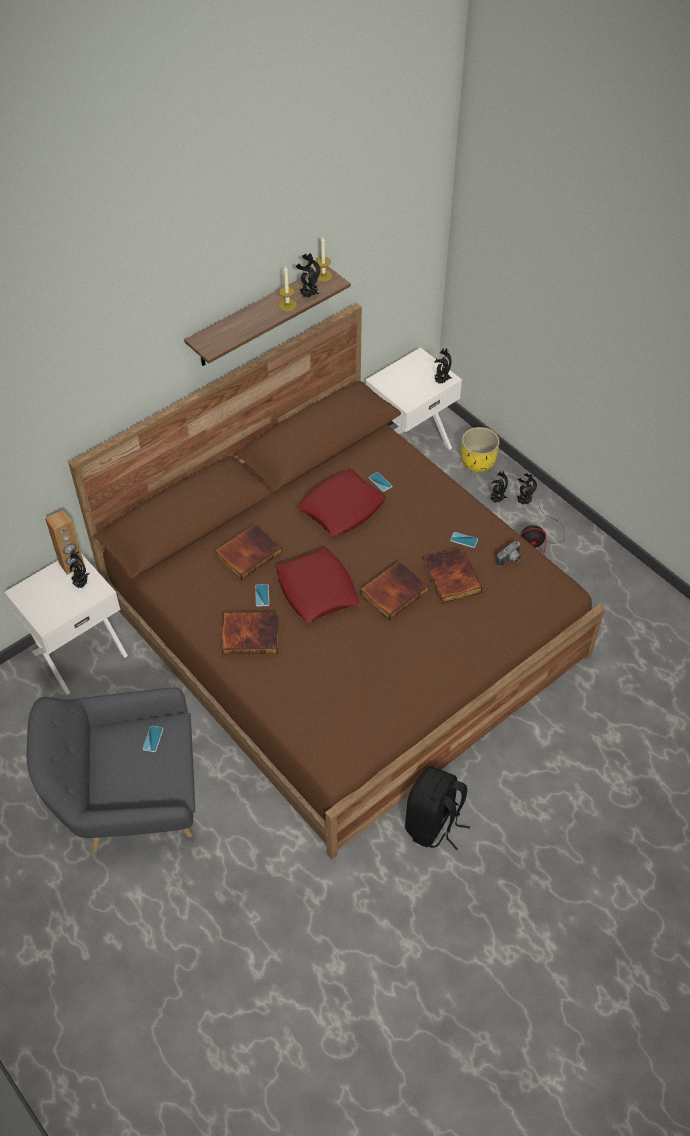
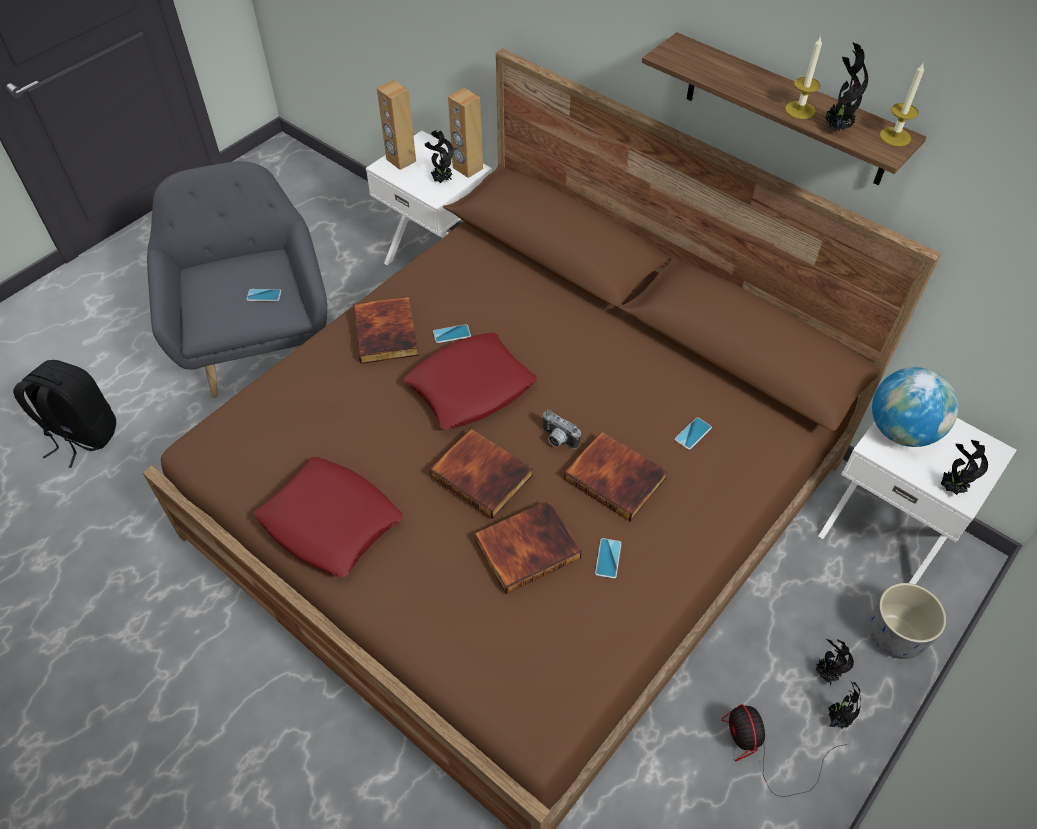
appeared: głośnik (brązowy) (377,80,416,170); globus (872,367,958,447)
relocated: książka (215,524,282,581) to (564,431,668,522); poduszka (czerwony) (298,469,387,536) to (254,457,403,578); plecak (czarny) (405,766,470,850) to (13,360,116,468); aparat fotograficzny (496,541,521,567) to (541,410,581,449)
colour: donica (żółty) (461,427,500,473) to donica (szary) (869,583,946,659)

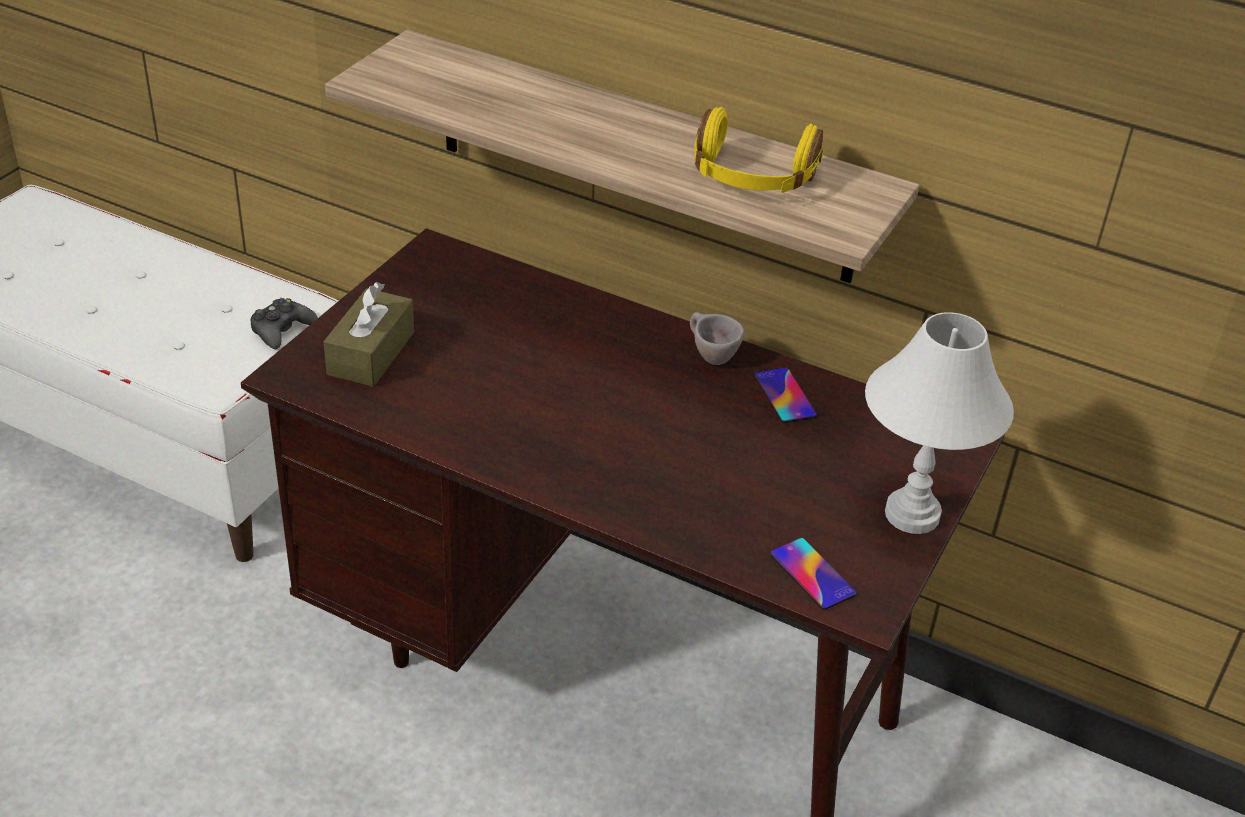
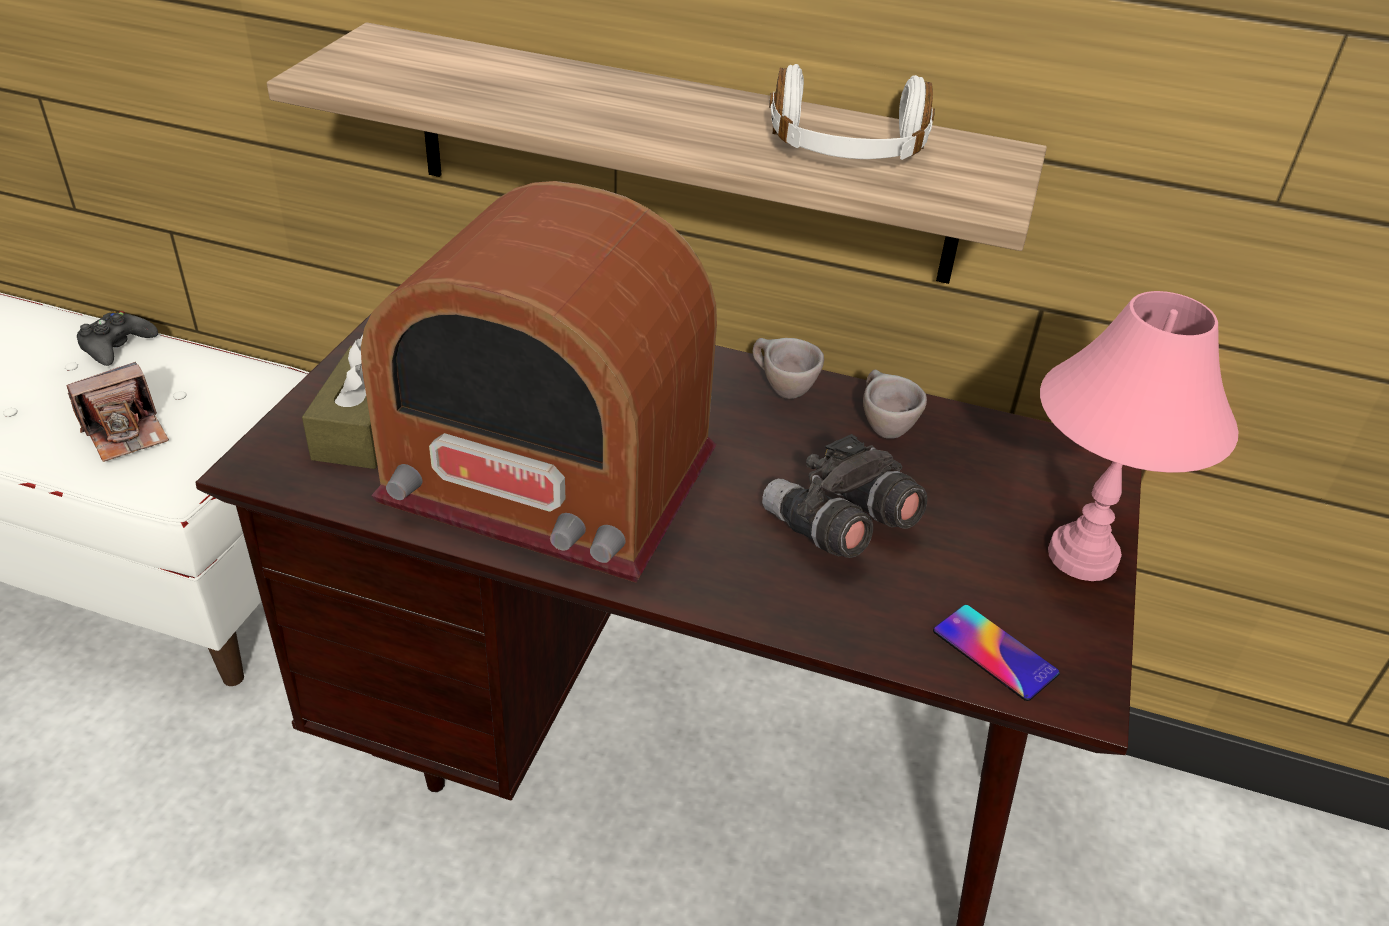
appeared: aparat fotograficzny (66,362,169,462); radio (361,181,717,583); lornetka (szary) (762,434,927,558)
relocated: pad do gier (czarny) (250,298,318,349) to (77,311,158,366)
exchanged: telefon (754,368,817,423) to filiżanka (beżowy) (863,369,927,439)
colour: słuchawki (żółty) (694,107,823,193) to słuchawki (biały) (769,64,935,160); lampa stołowa (biały) (865,312,1014,534) to lampa stołowa (różowy) (1040,291,1238,581)

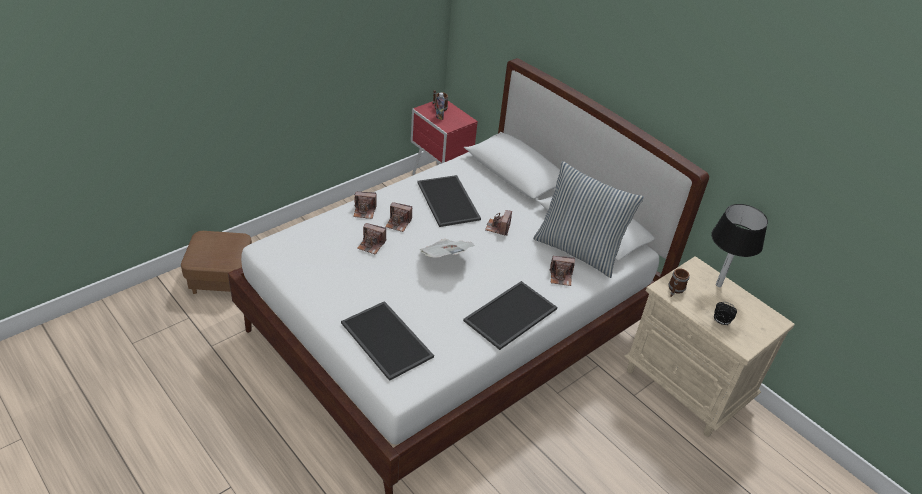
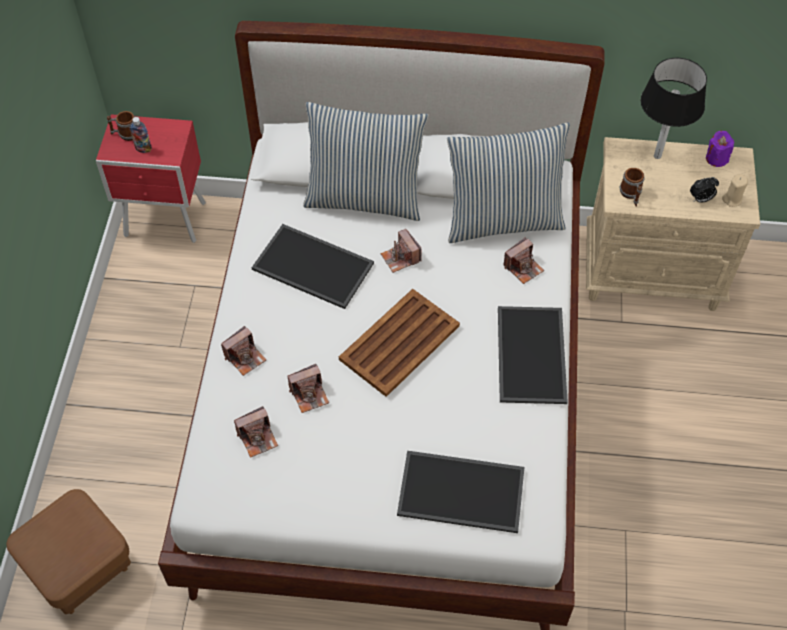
appeared: poduszka (303,102,428,221); świeca (fioletowy) (706,131,734,167); świeca (beżowy) (722,174,748,207)
relocated: aparat fotograficzny (385,202,412,232) to (234,406,278,458)
exchanged: gazeta (419,239,475,258) to taca (brązowy) (339,289,460,397)

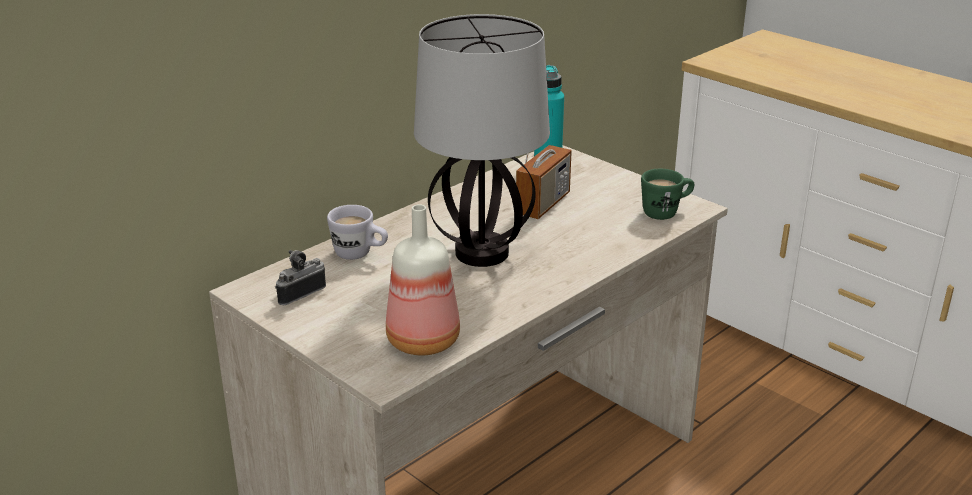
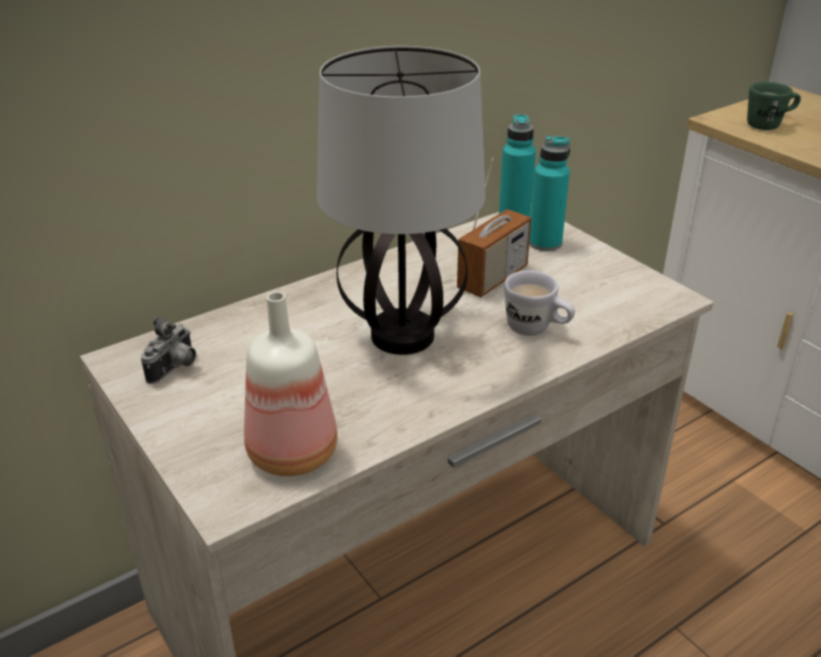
appeared: butelka (turkusowy) (529,136,570,251)
relocated: kubek (biały) (327,205,388,260) to (504,270,575,336); kubek (zielony) (641,169,694,220) to (747,82,801,130)
spun: aparat fotograficzny (275,250,326,305) = (141,317,196,384) 150 degrees clockwise

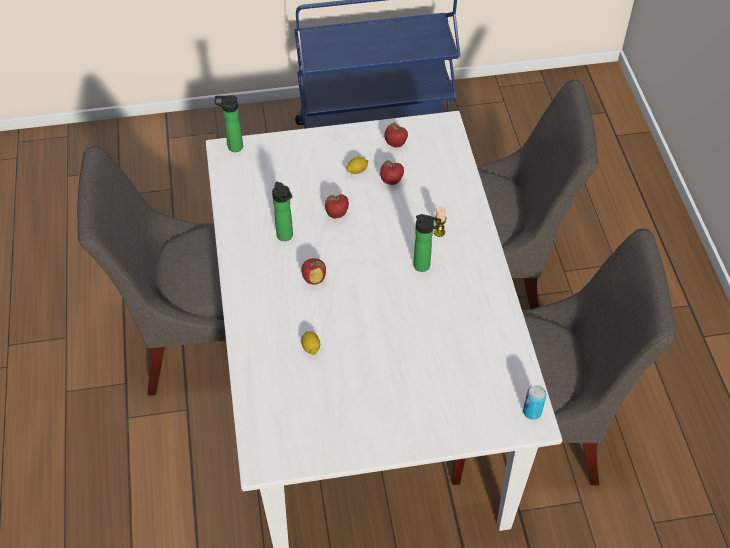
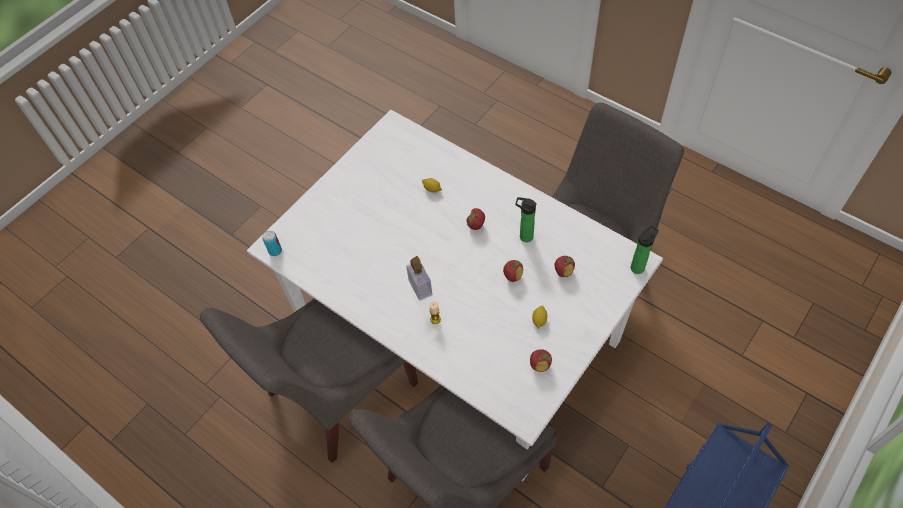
relocated: jabłko (380,160,404,185) to (554,256,575,277)
exchanged: butelka (413,214,441,272) to dozownik mydła (406,256,432,300)

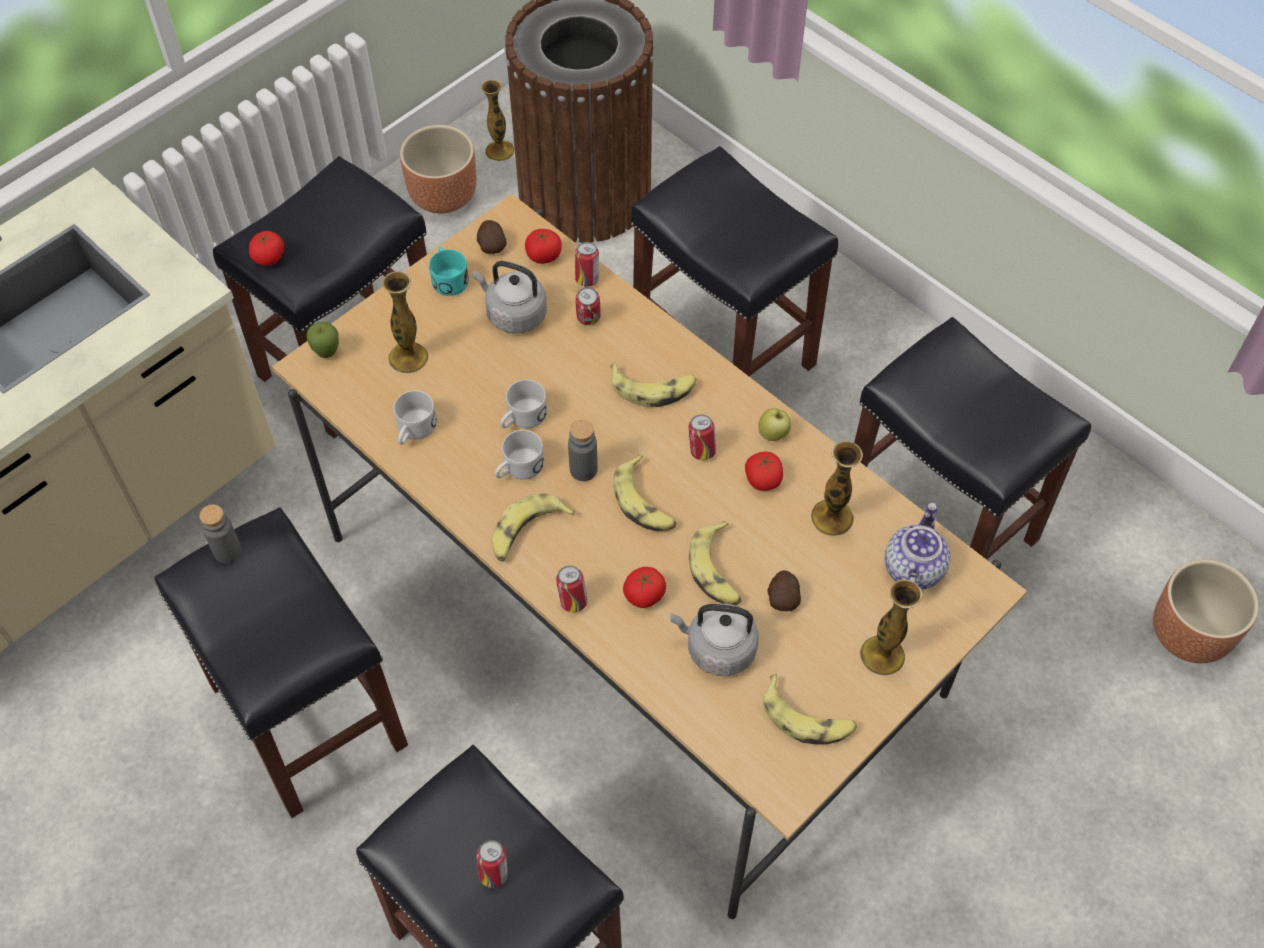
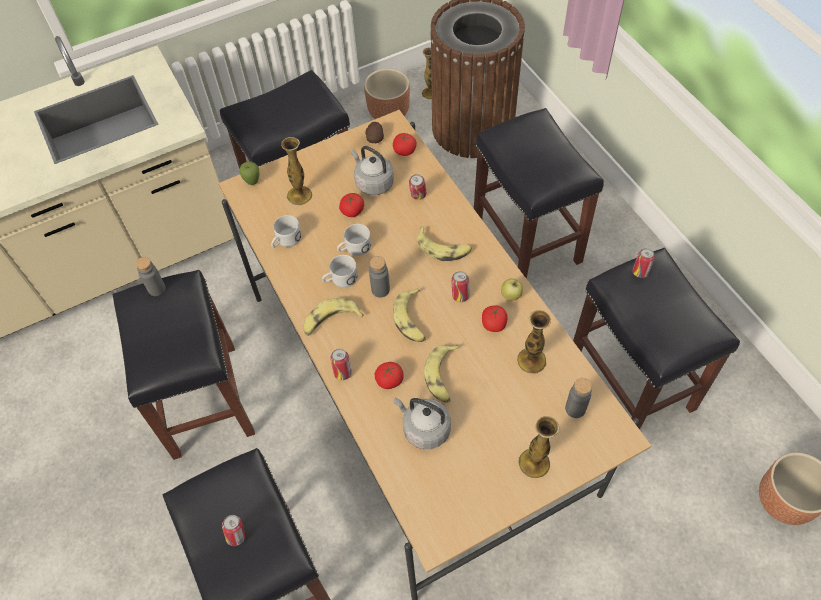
missing: kubek (turkusowy) (429,246,469,296); banan (763,674,857,745); ziemniak (768,570,801,611)
relocated: pomidor (249,231,284,266) to (339,193,364,217); puszka (575,242,599,287) to (632,248,655,278)
exchanged: imbryk (885,502,950,590) to butelka (szary) (565,378,592,418)

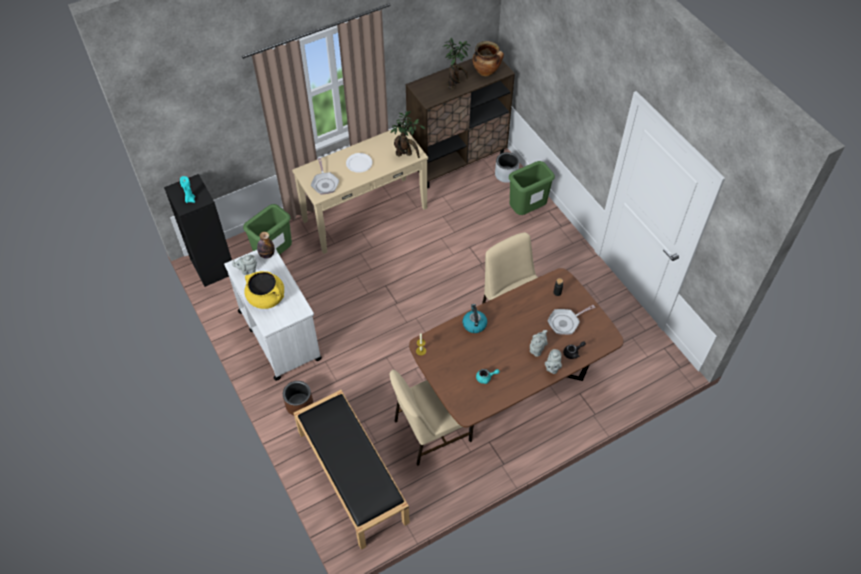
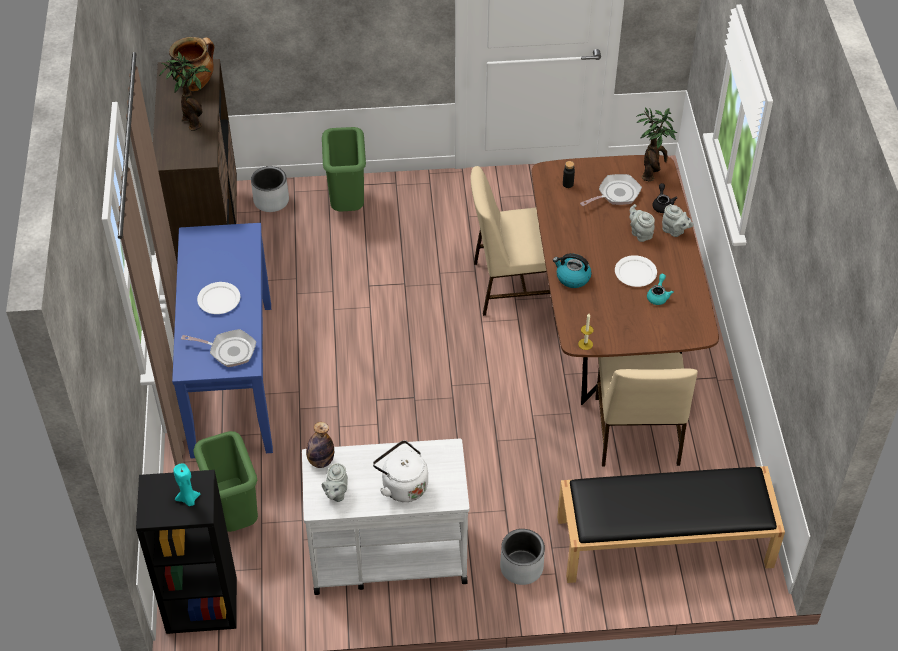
appeared: talerz (biały) (615,255,657,287)
relocated: roślina doniczkowa (391,111,425,158) to (636,107,677,181)
exchanged: garnek (żółty) (244,271,284,309) to czajnik (biały) (373,440,428,502)
colour: donica (brązowy) (283,381,313,416) to donica (szary) (500,529,545,585); stolik konsolowy (beżowy) (292,125,428,254) to stolik konsolowy (niebieski) (172,223,273,459)
spun: patelnia (547,305,595,335) = (580,174,642,206) 120 degrees counterclockwise

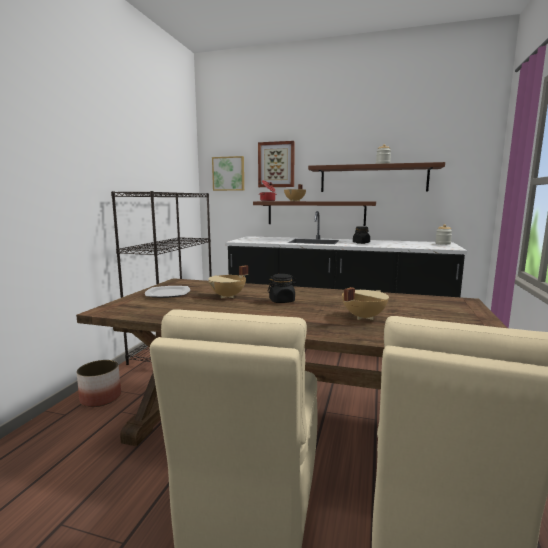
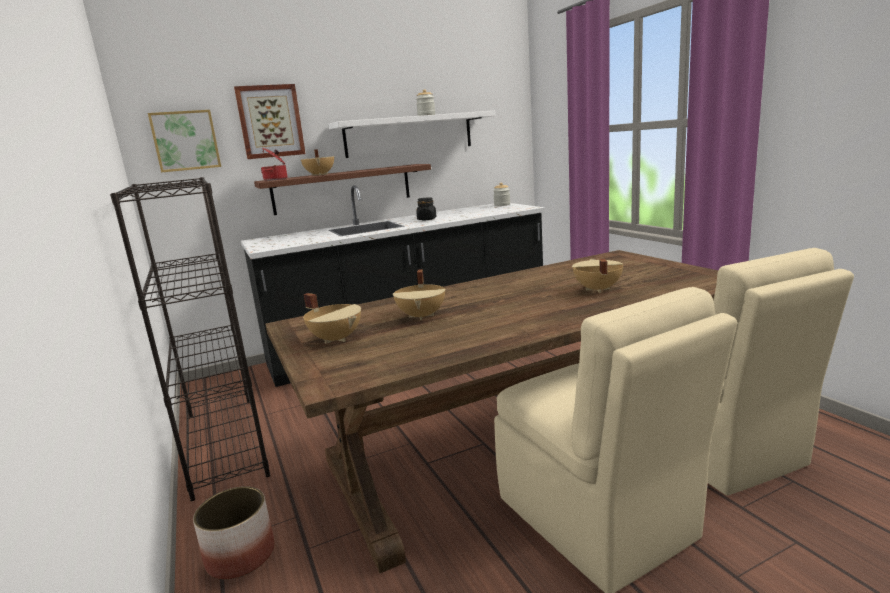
missing: słoik (czarny) (268,274,297,303)
exchanged: talerz (145,286,190,298) to garnek (beżowy) (303,293,361,344)
colour: półka (brązowy) (308,162,445,192) to półka (biały) (329,111,495,158)

